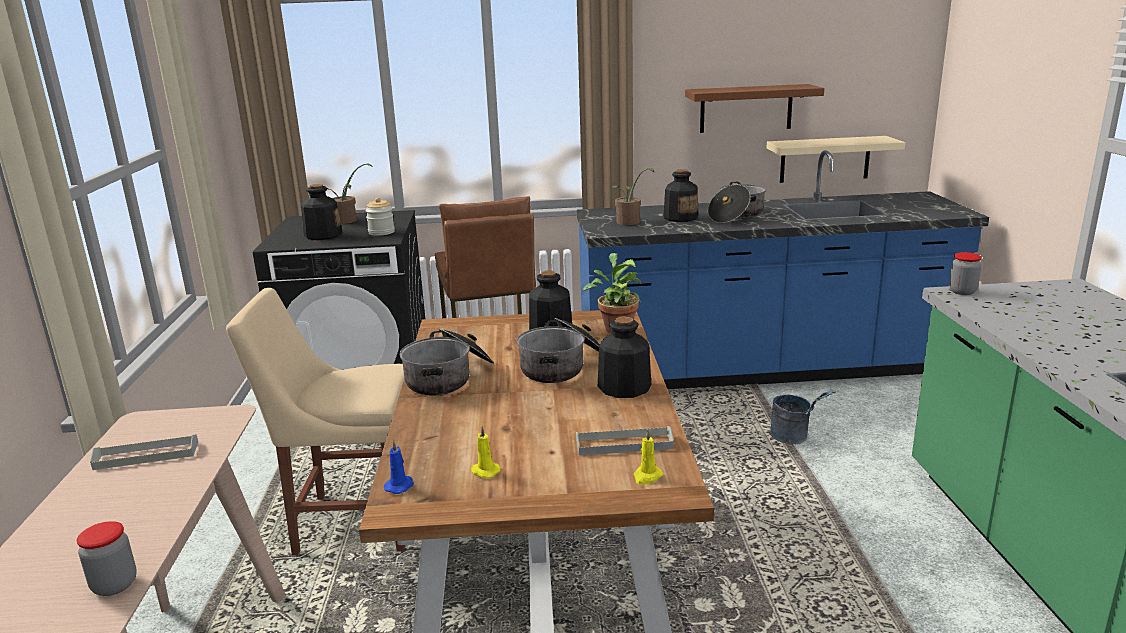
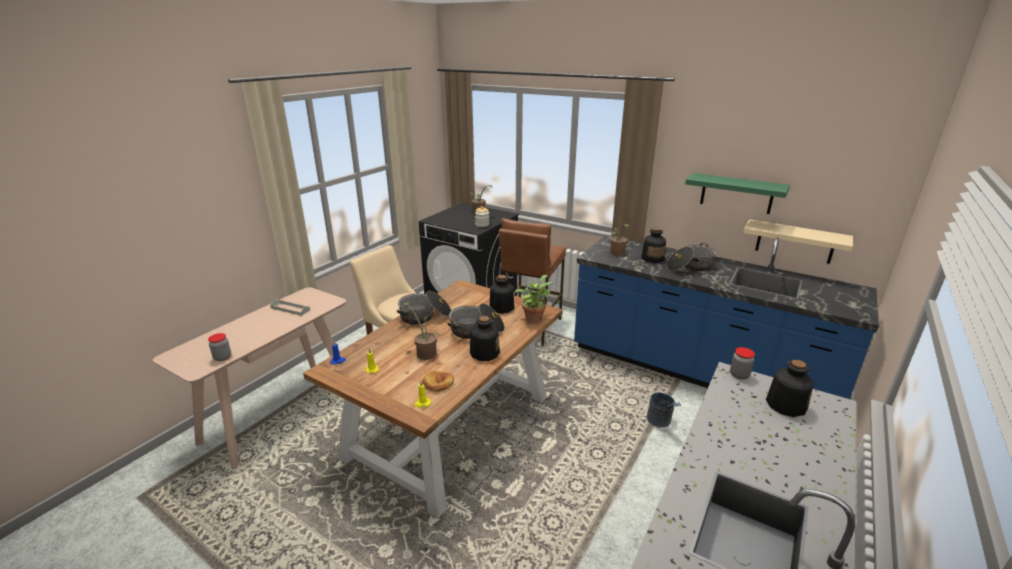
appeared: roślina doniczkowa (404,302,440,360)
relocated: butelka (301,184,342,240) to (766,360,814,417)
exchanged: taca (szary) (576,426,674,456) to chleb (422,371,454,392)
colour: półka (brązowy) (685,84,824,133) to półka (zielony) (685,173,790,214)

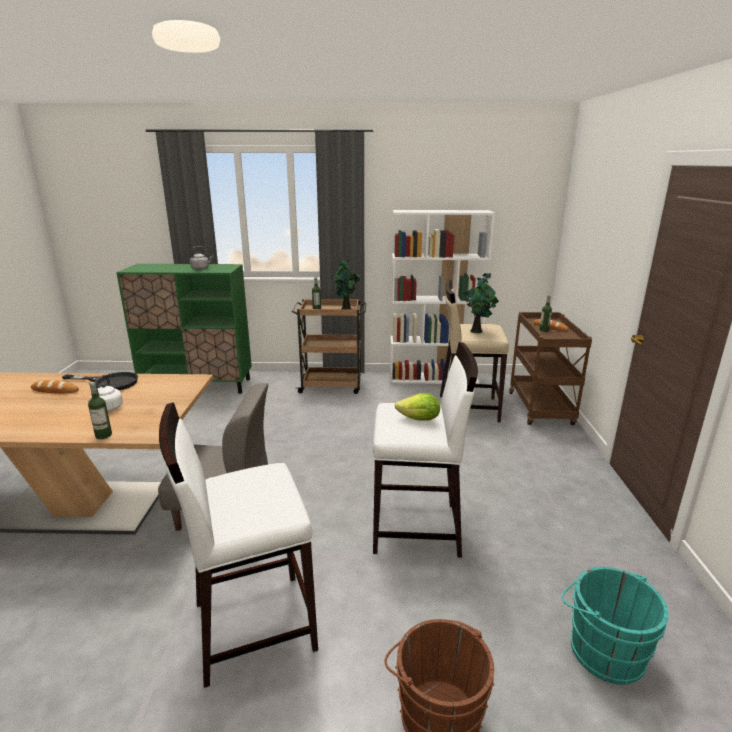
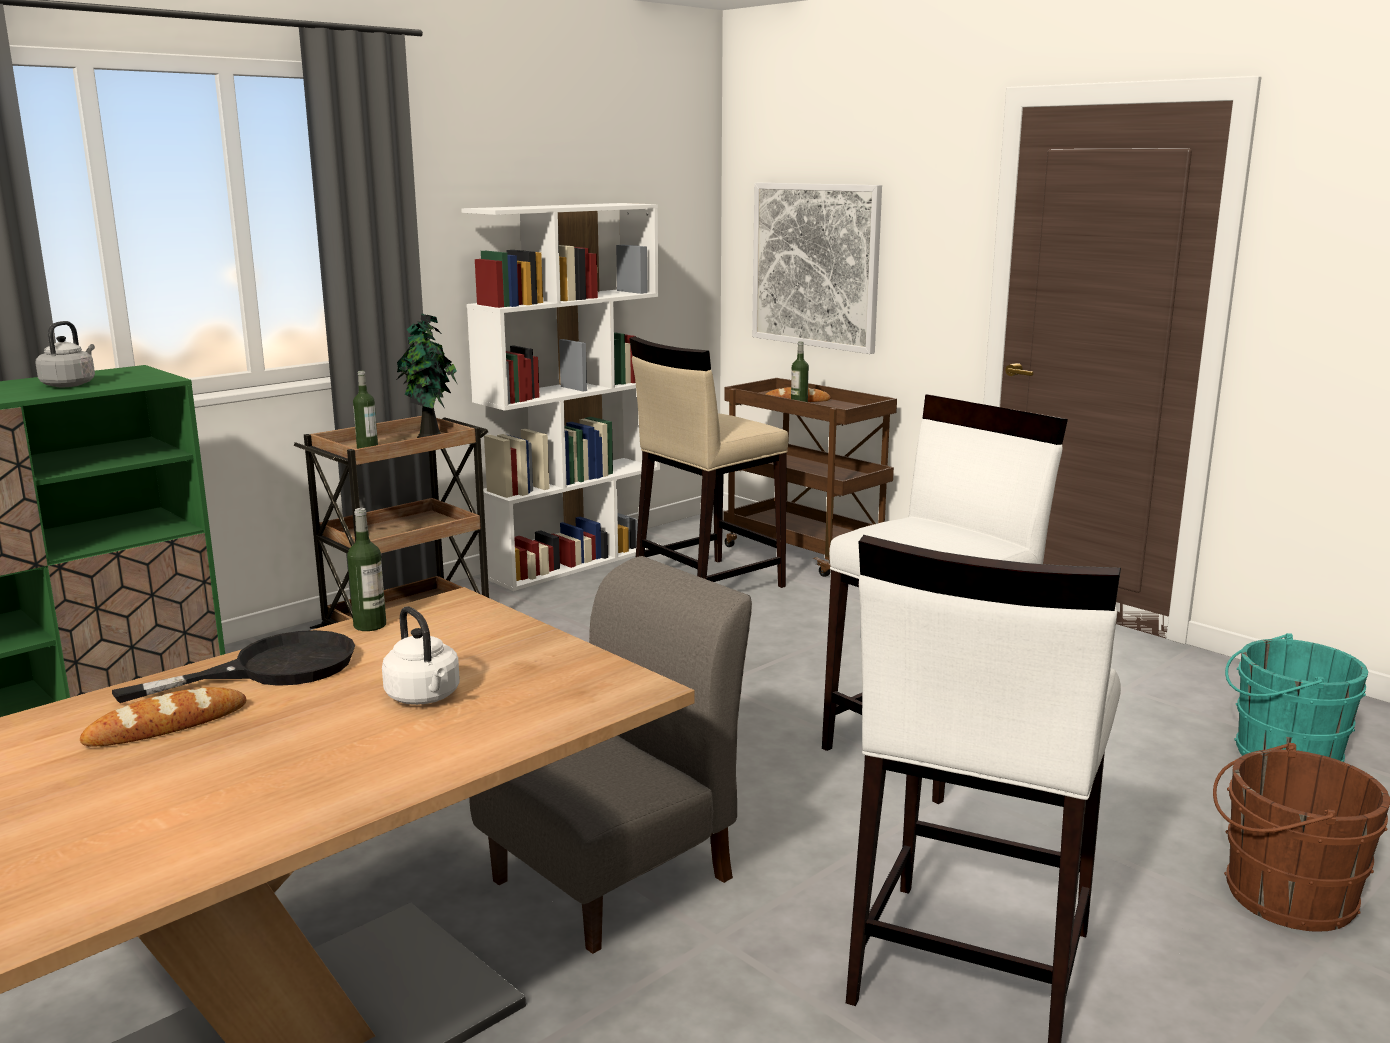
missing: sałata (395,393,440,421); roślina doniczkowa (462,273,499,333)
appeared: obraz (752,183,882,354)
relocated: butelka (88,382,112,439) to (347,508,386,631)

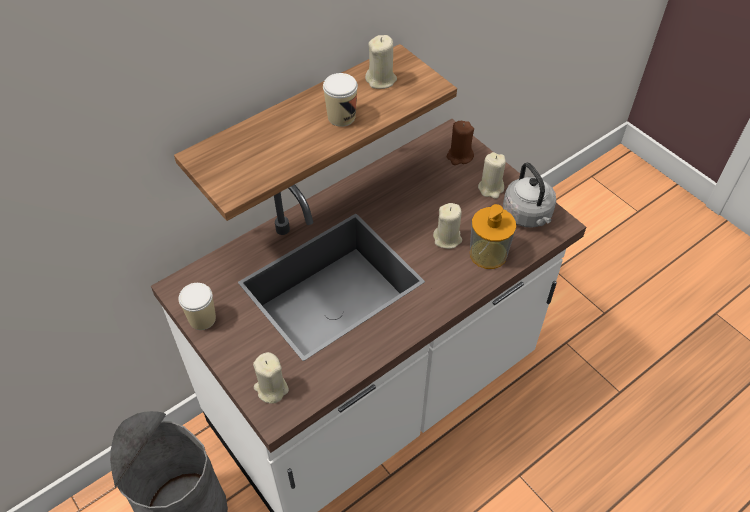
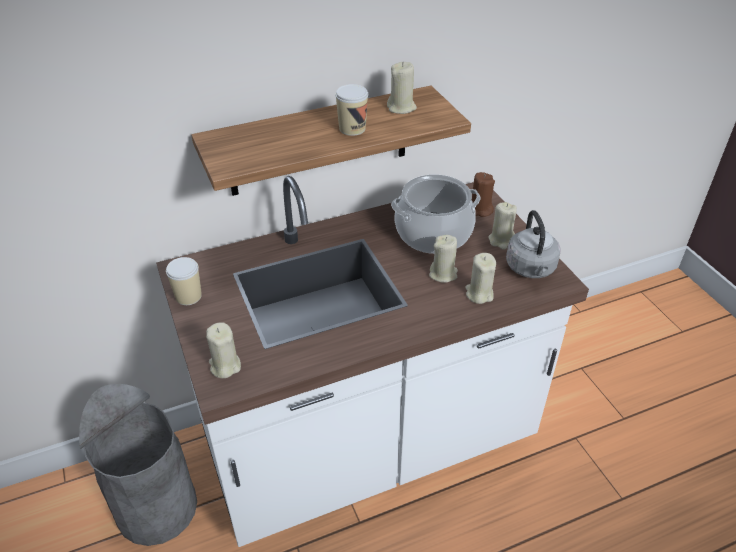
appeared: garnek (391,174,481,254)
exchanged: dozownik mydła (470,204,516,269) to świeca (beżowy) (465,253,496,304)

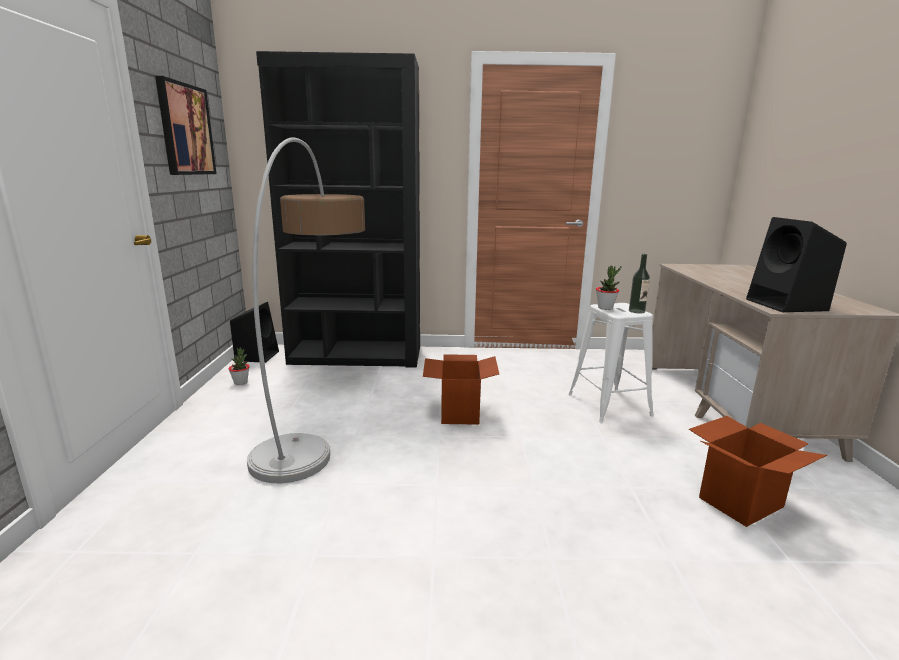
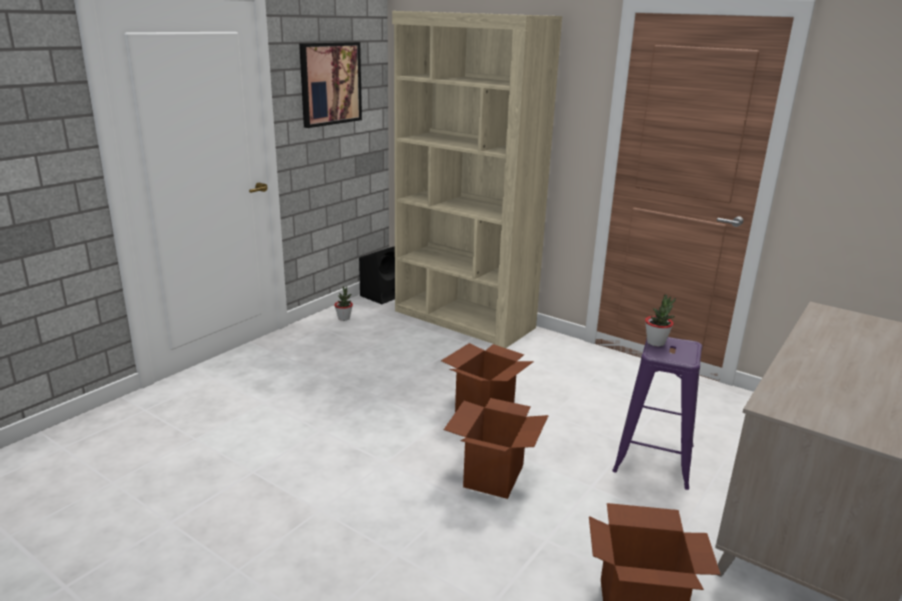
missing: lampa stojąca (247,137,365,483); butelka (629,254,650,314); głośnik (czarny) (746,217,847,312)
appeared: karton (444,398,549,499)
colour: regał (czarny) (256,51,420,368) to regał (beżowy) (392,11,562,348); stołek (biały) (568,303,654,423) to stołek (fioletowy) (612,337,702,490)

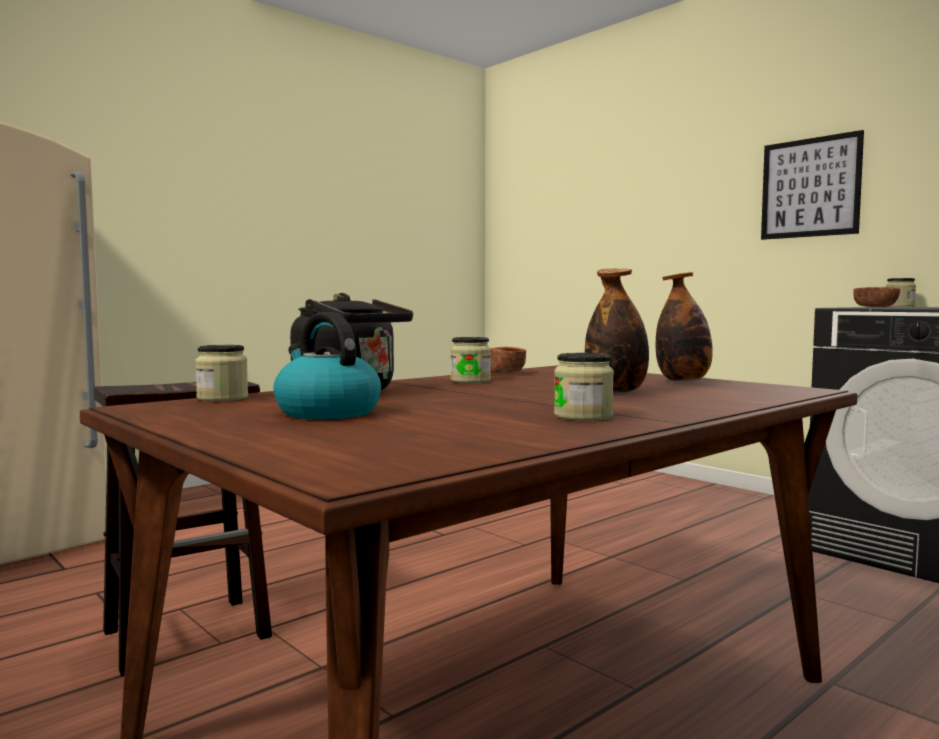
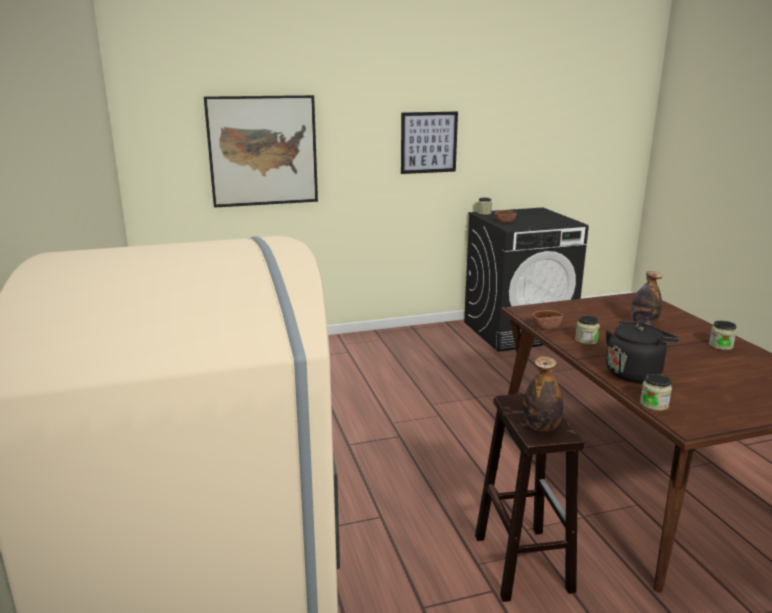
missing: czajnik (273,312,381,419)
appeared: obraz (204,95,318,208)
relocated: butelka (656,272,713,381) to (523,356,564,432)

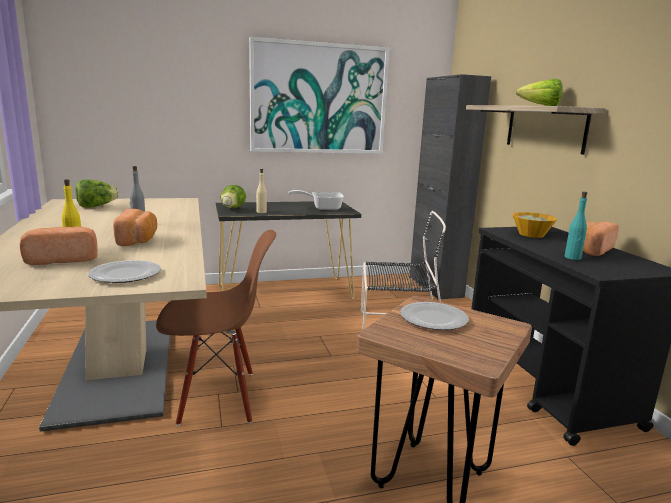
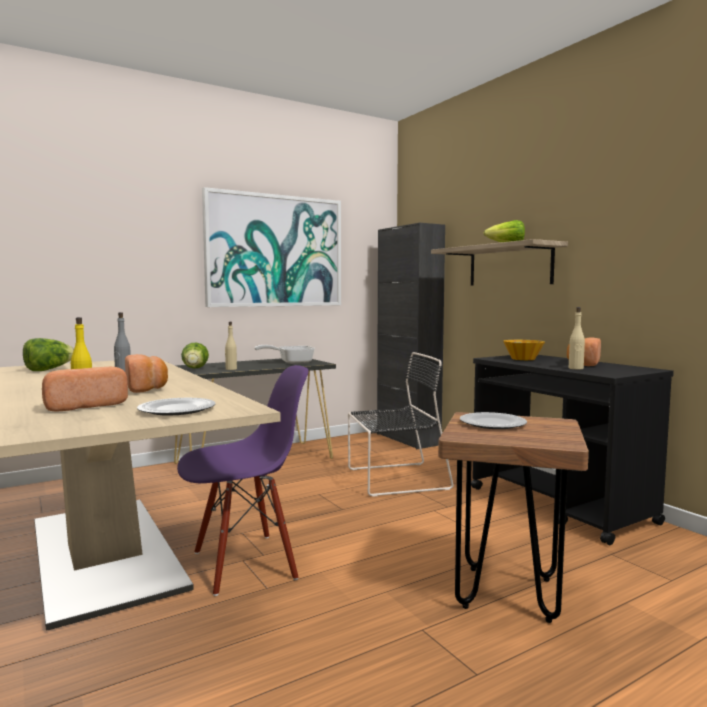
colour: krzesło (brązowy) (156,230,276,426) to krzesło (fioletowy) (177,365,309,596); butelka (turkusowy) (565,192,587,260) to butelka (beżowy) (569,307,585,370)

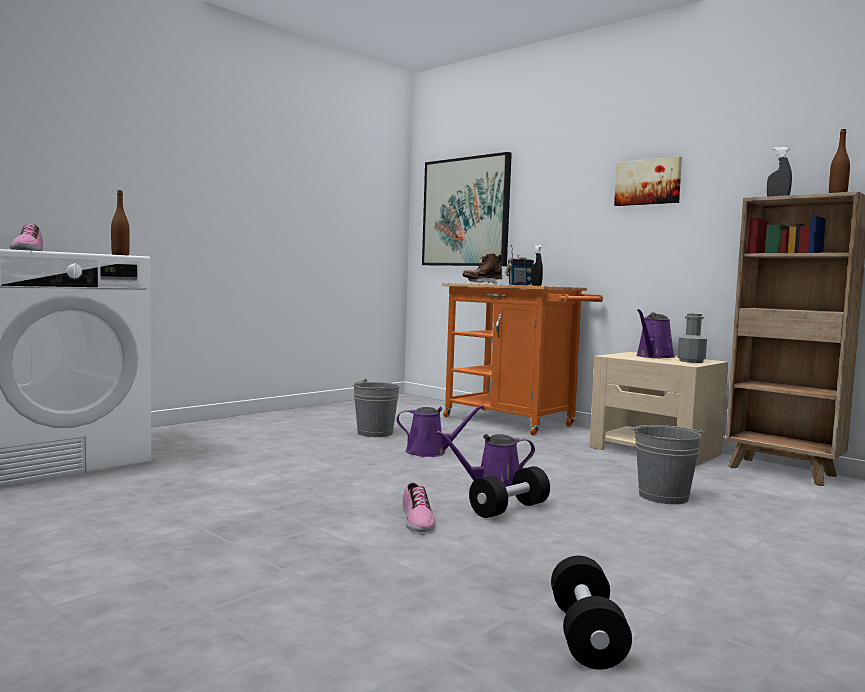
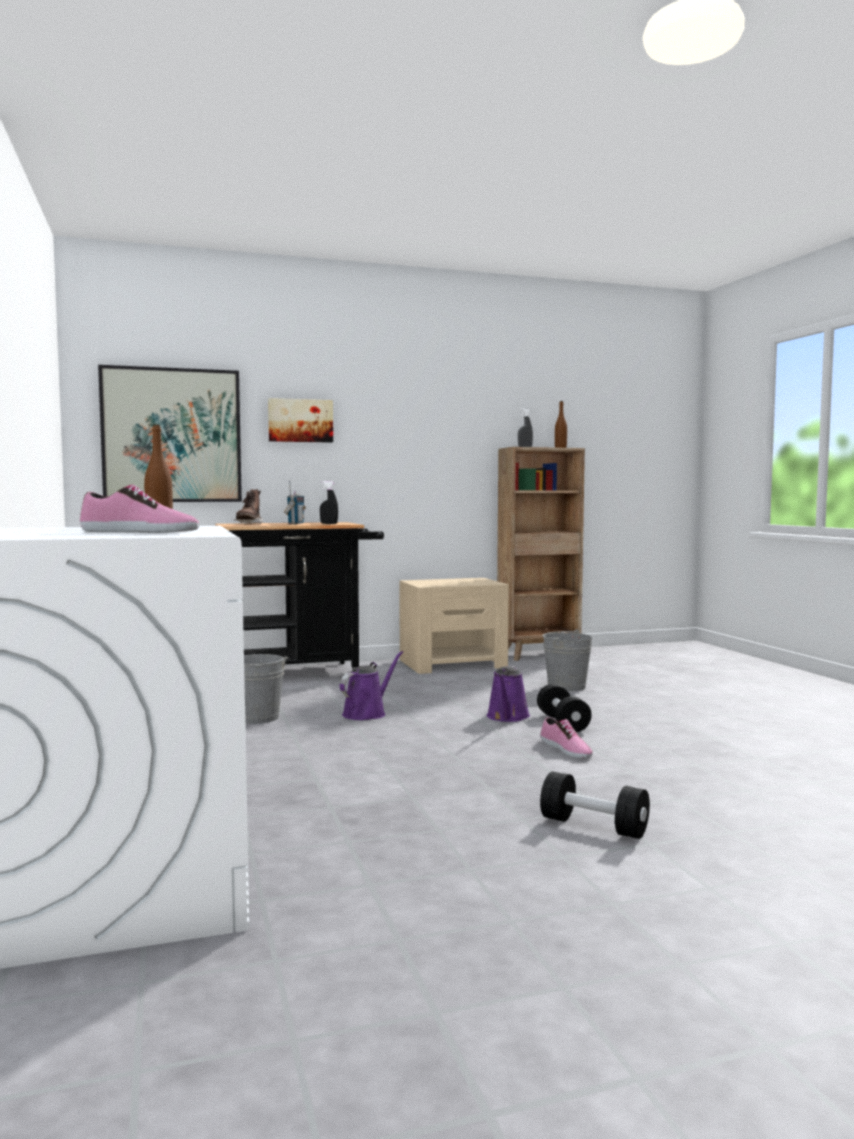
missing: konewka (fioletowy) (636,309,675,358); butelka (szary) (678,314,707,363)
relocated: hantel (czarny) (551,556,632,670) to (540,771,650,839); obraz (614,156,682,206) to (268,398,333,443)
colour: wózek (pomarańczowy) (442,283,603,436) to wózek (czarny) (215,522,384,670)
spun: but (402,482,435,532) = (541,717,593,758) 45 degrees clockwise

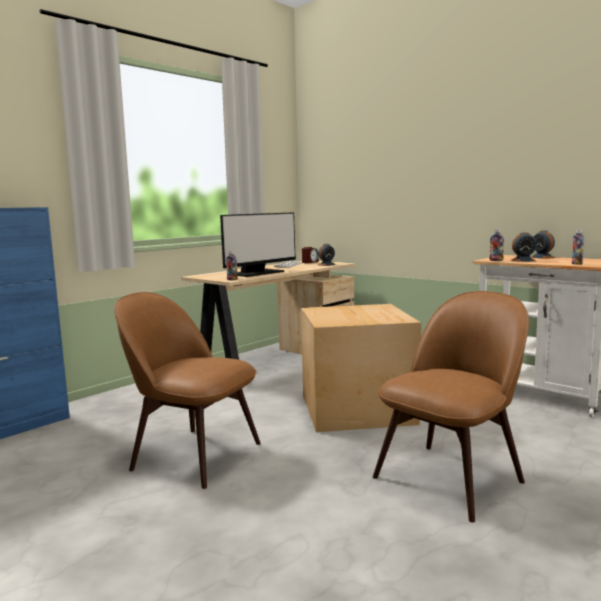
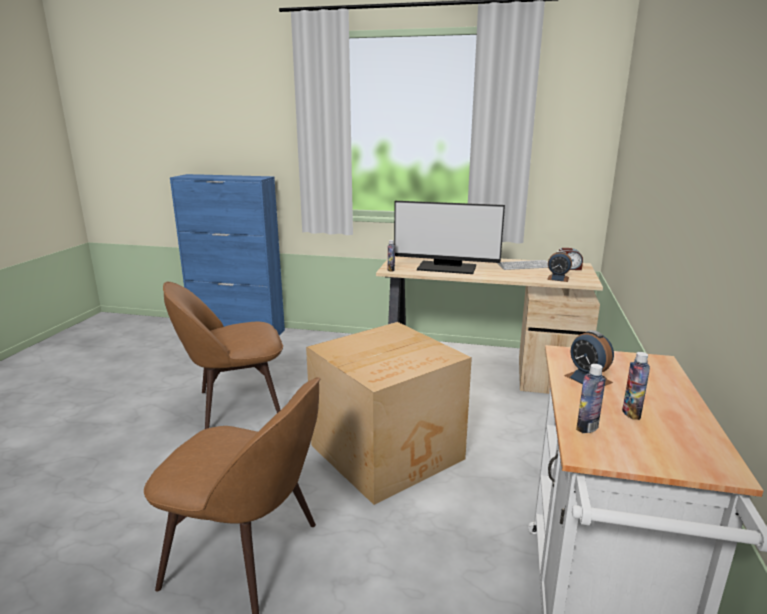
missing: budzik (531,230,556,259)
relocated: butelka (489,229,504,261) to (622,352,650,420)
spun: krzesło (brązowy) (114,292,261,489) = (163,282,283,429) 105 degrees counterclockwise

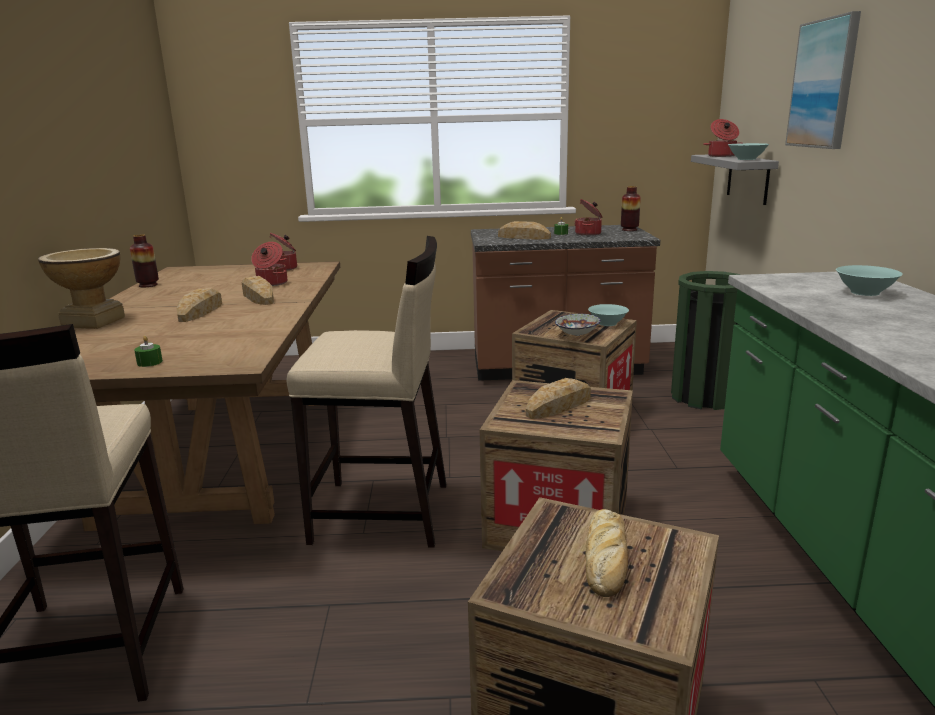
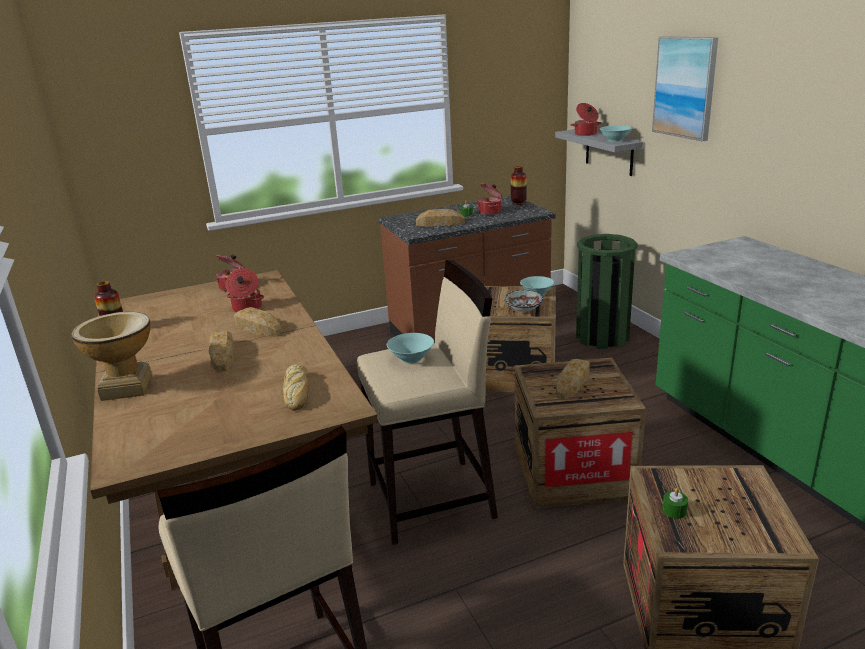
relocated: świeca (zielony) (134,336,163,367) to (662,488,688,519); chleb (586,509,628,597) to (283,365,309,411); miska (turkusowy) (836,265,903,296) to (387,333,434,364)

